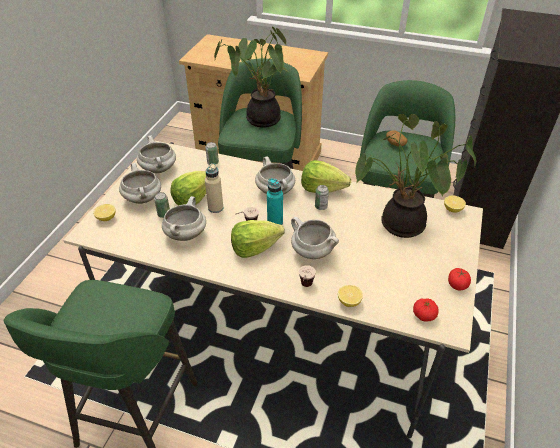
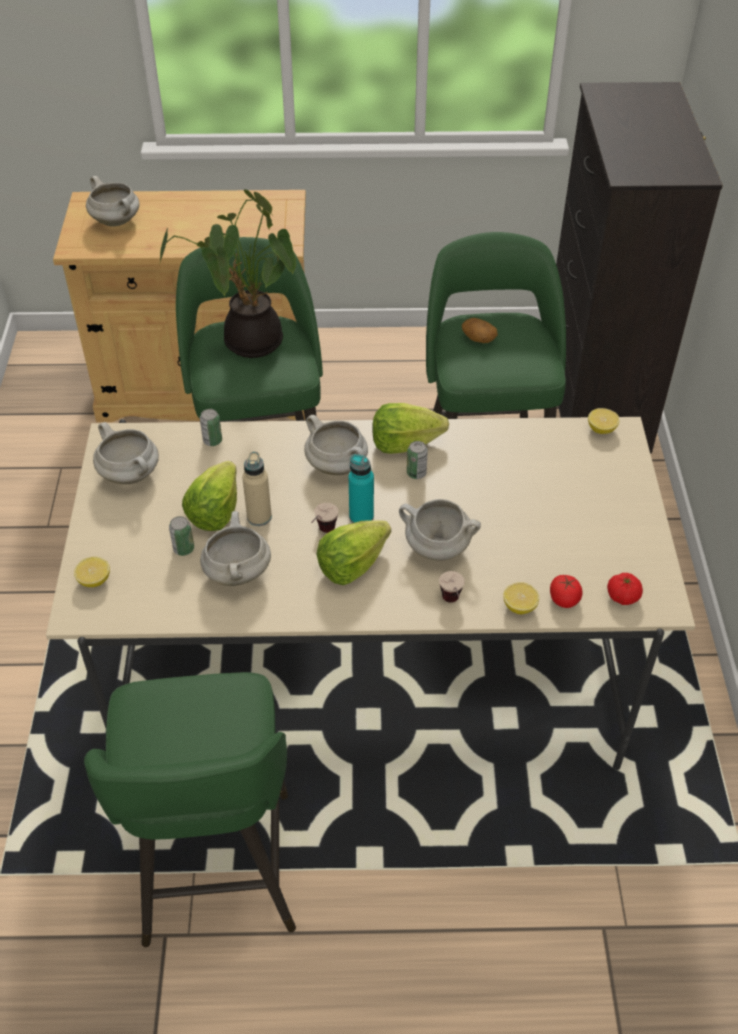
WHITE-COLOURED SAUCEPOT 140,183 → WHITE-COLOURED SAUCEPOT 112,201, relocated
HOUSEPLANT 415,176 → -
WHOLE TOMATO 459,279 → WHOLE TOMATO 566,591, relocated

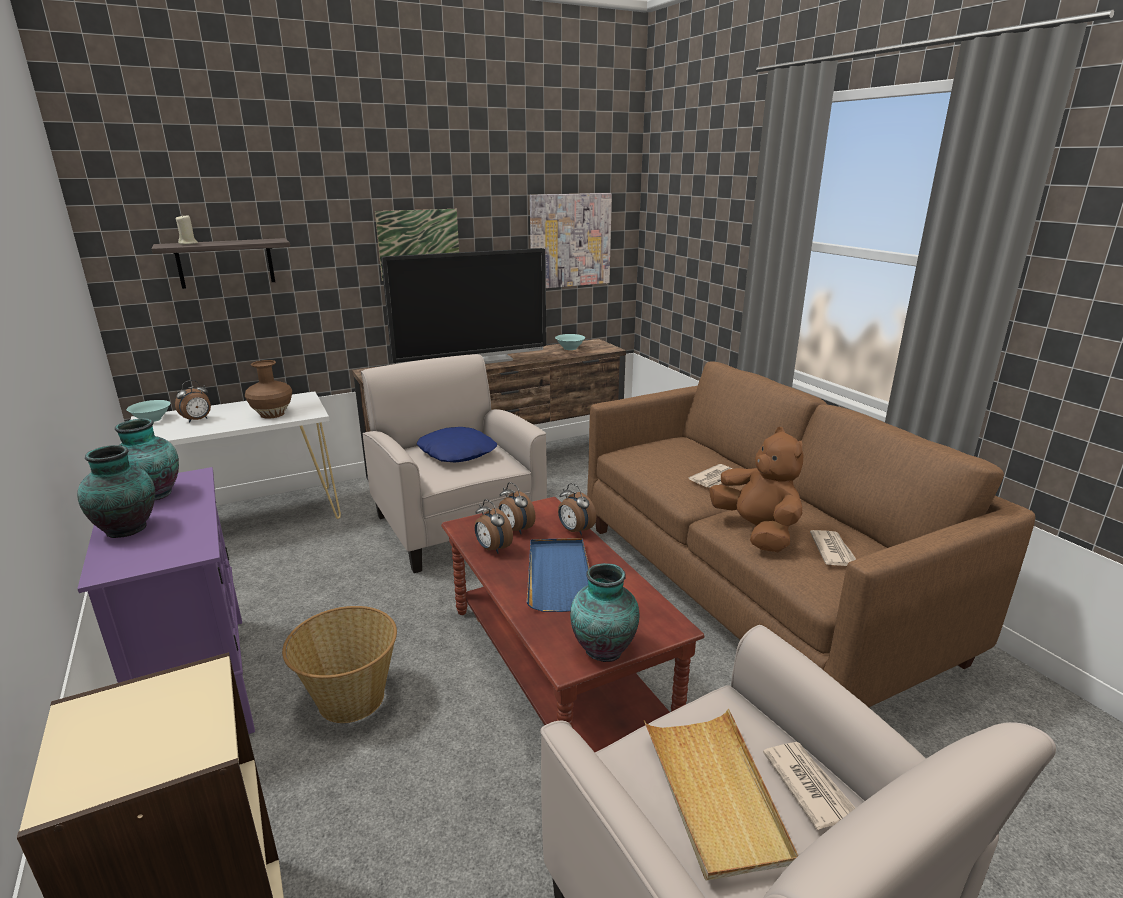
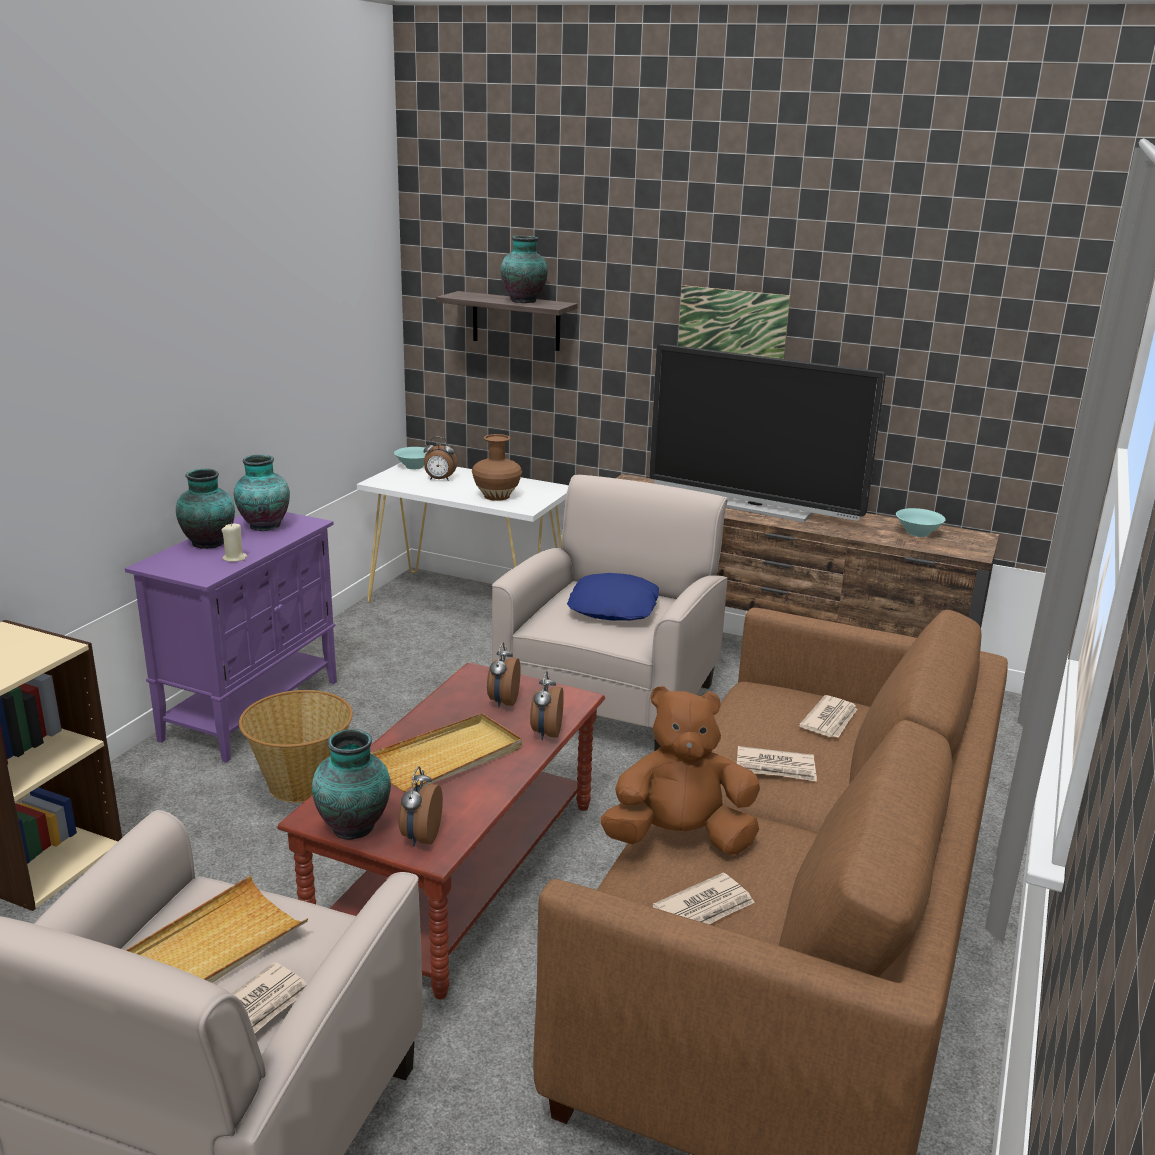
BEIGE CANDLE 187,229 → BEIGE CANDLE 234,542, relocated
TABLE CLOCK 494,526 → TABLE CLOCK 420,806, relocated
BLUISH TRAY 558,575 → BEIGE TRAY 446,752
WALL ART 571,240 → -
BROWN PLUSH TOY 756,489 → BROWN PLUSH TOY 680,770, 120 degrees counterclockwise
- → DECORATIVE VASE 524,269
- → NEWSPAPER 828,716

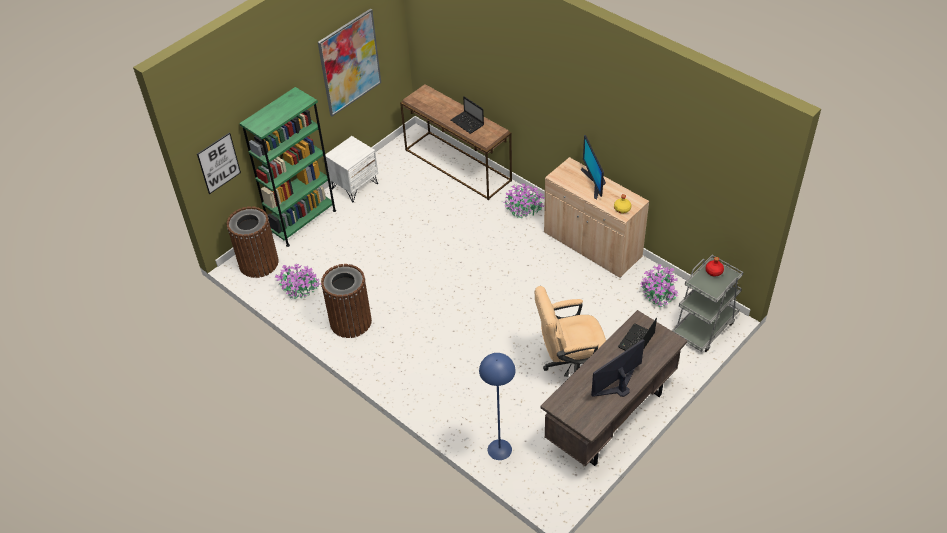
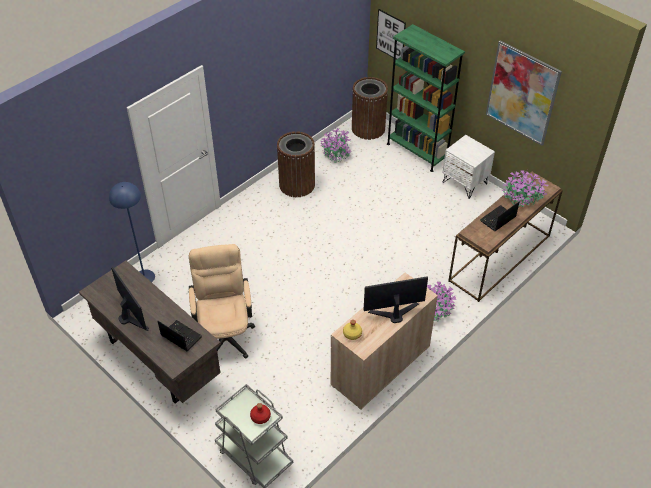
HOUSEPLANT 659,285 → HOUSEPLANT 525,188, relocated

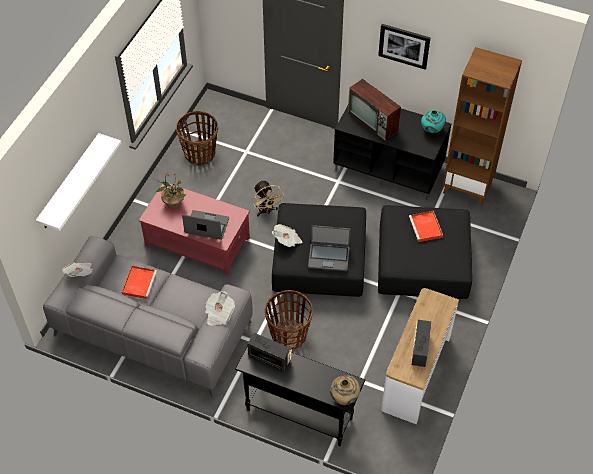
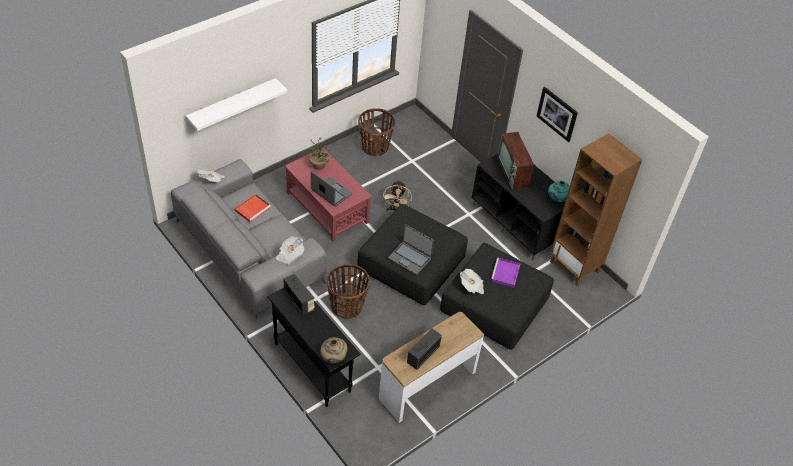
NEWSPAPER 287,235 → NEWSPAPER 472,281, relocated
RED-COLOURED TRAY 426,226 → PURPLISH TRAY 506,272

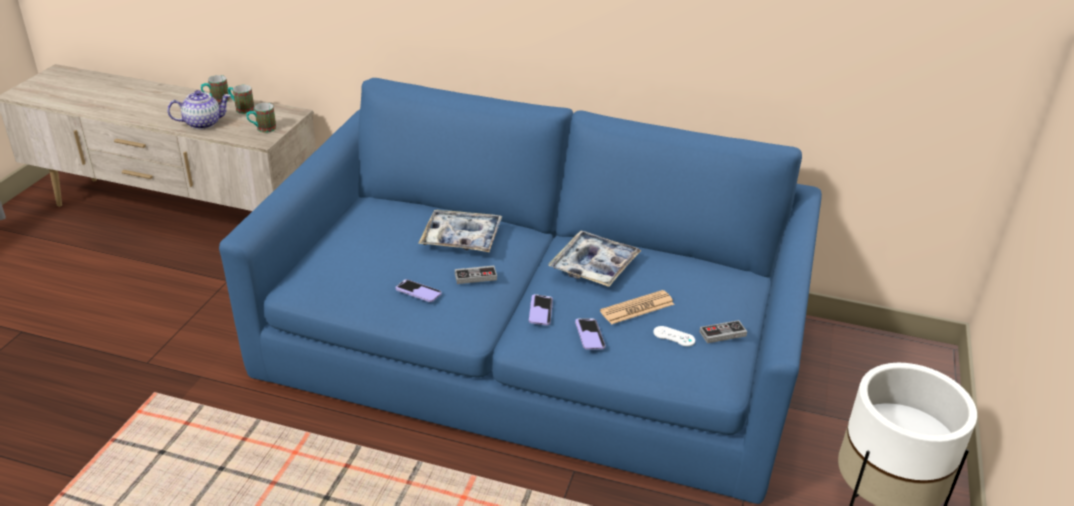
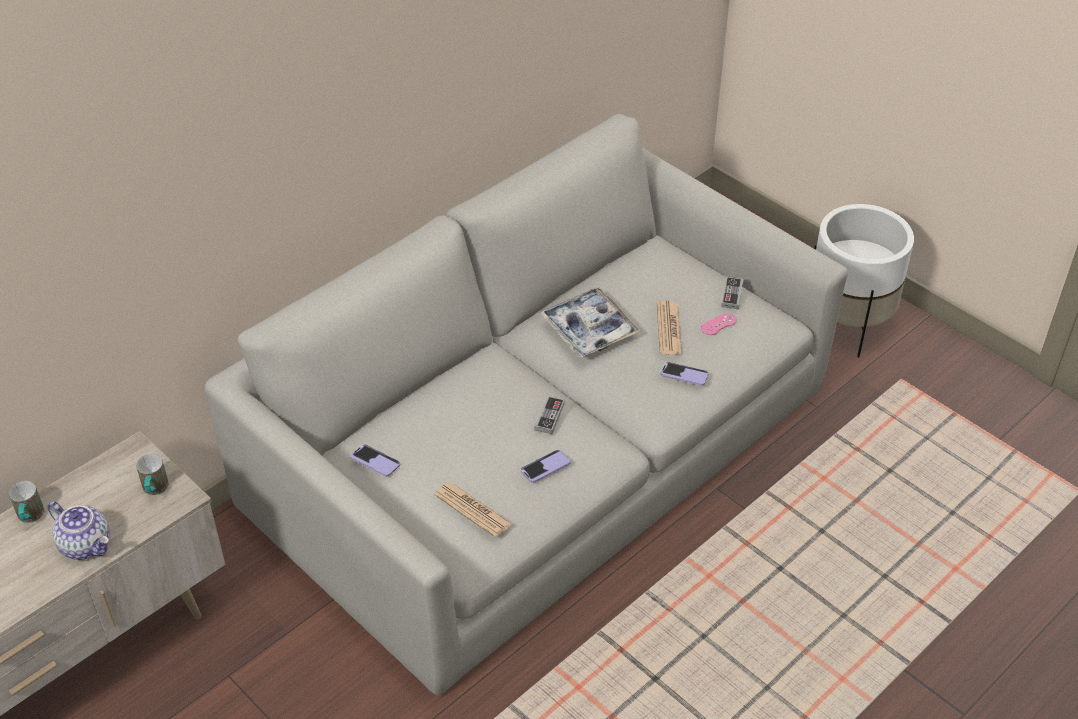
TEA POT 199,109 → TEA POT 78,530, 120 degrees clockwise
BLUISH SETTEE 520,291 → GREYISH SETTEE 526,404
TEA MUG 241,99 → -
TRAY 460,231 → -
PHONE 541,310 → PHONE 375,460, relocated
WHITE-COLOURED JOYPAD 674,336 → PINK JOYPAD 718,324
- → NEWSPAPER 472,510

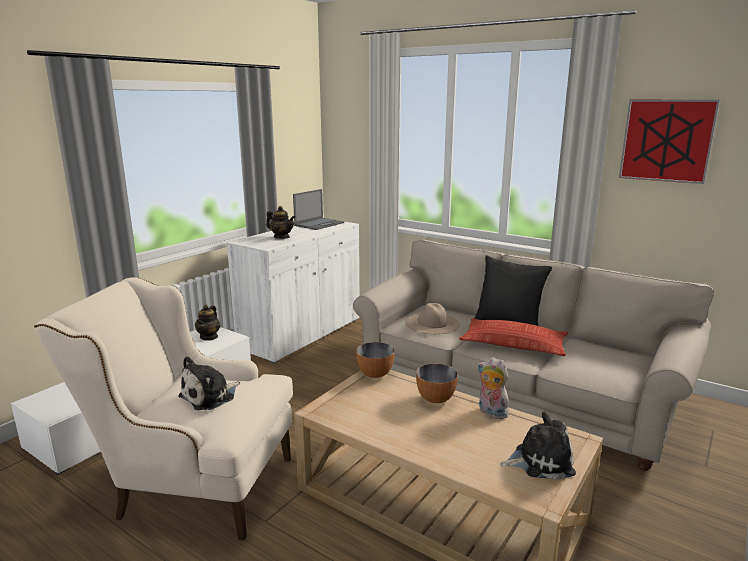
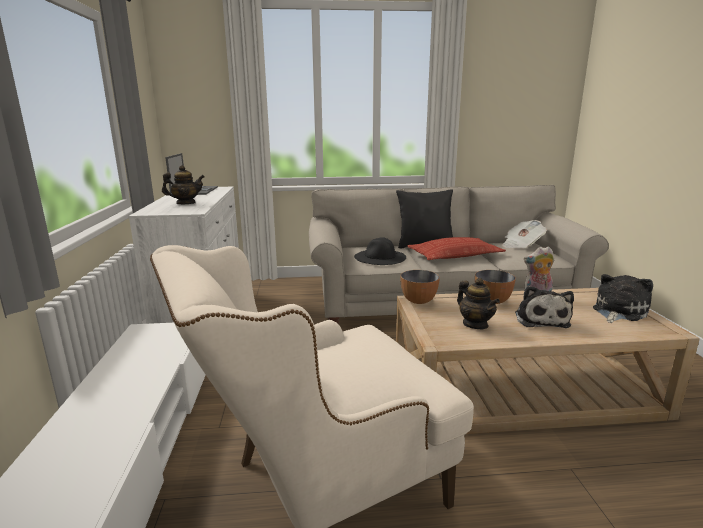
PLUSH TOY 209,383 → PLUSH TOY 544,307, relocated
TEA POT 208,323 → TEA POT 478,303, relocated
BEIGE WEARABLE HAT 432,318 → BLACK WEARABLE HAT 380,251
WALL ART 669,142 → -
- → NEWSPAPER 524,234

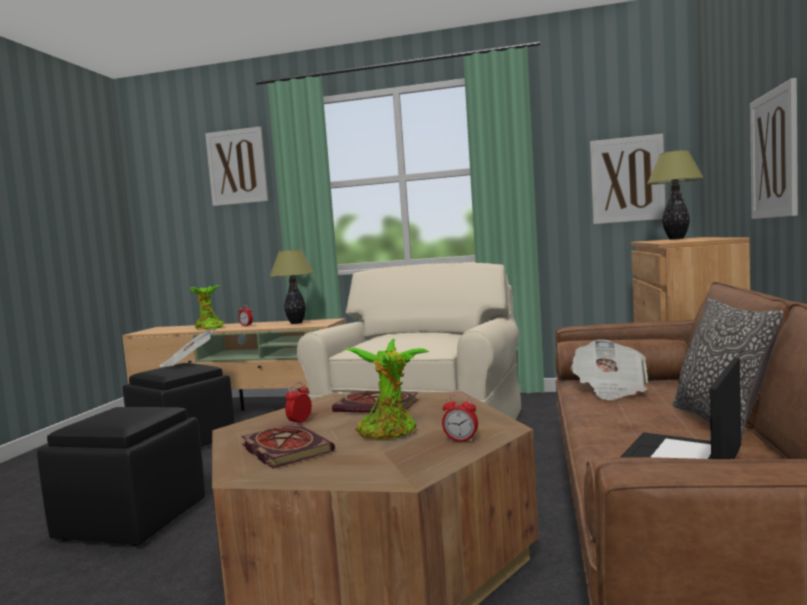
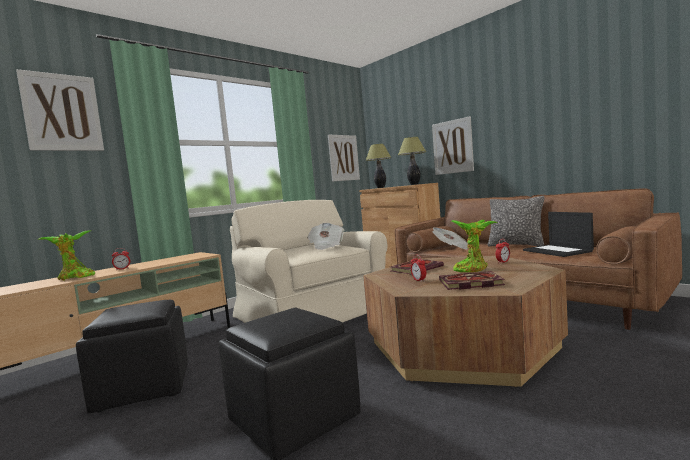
NEWSPAPER 186,348 → NEWSPAPER 325,236, relocated
TABLETOP LAMP 292,287 → TABLETOP LAMP 412,161, relocated

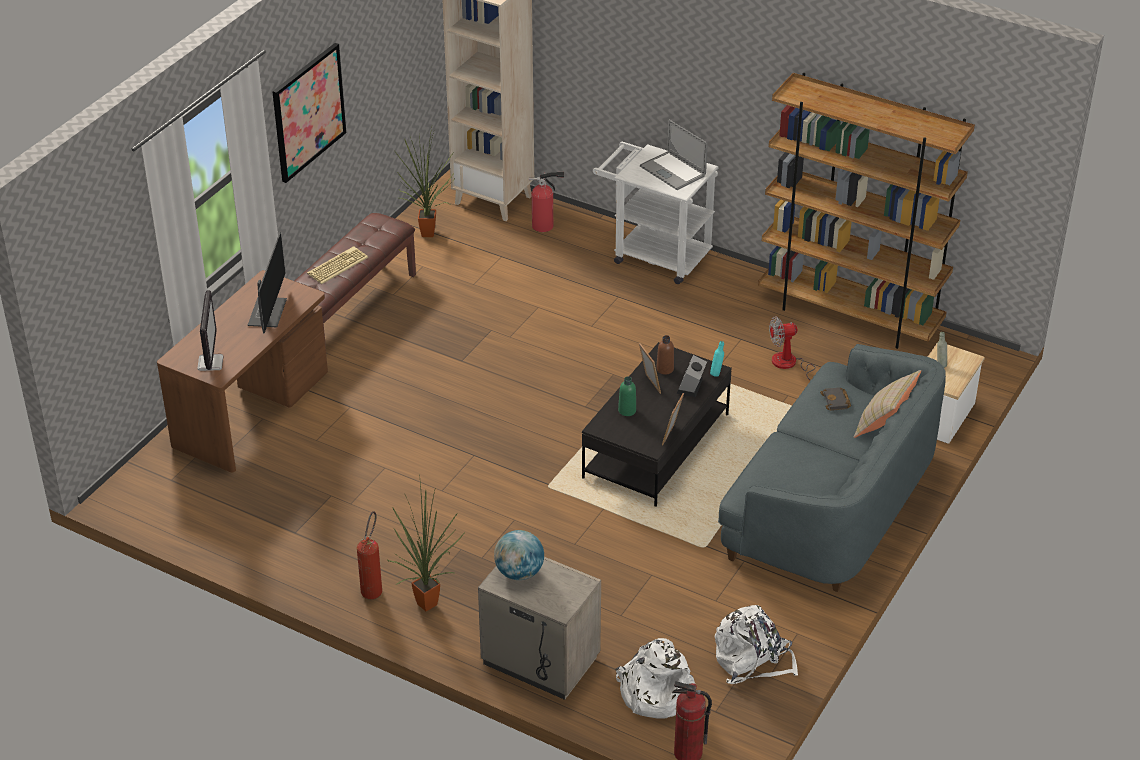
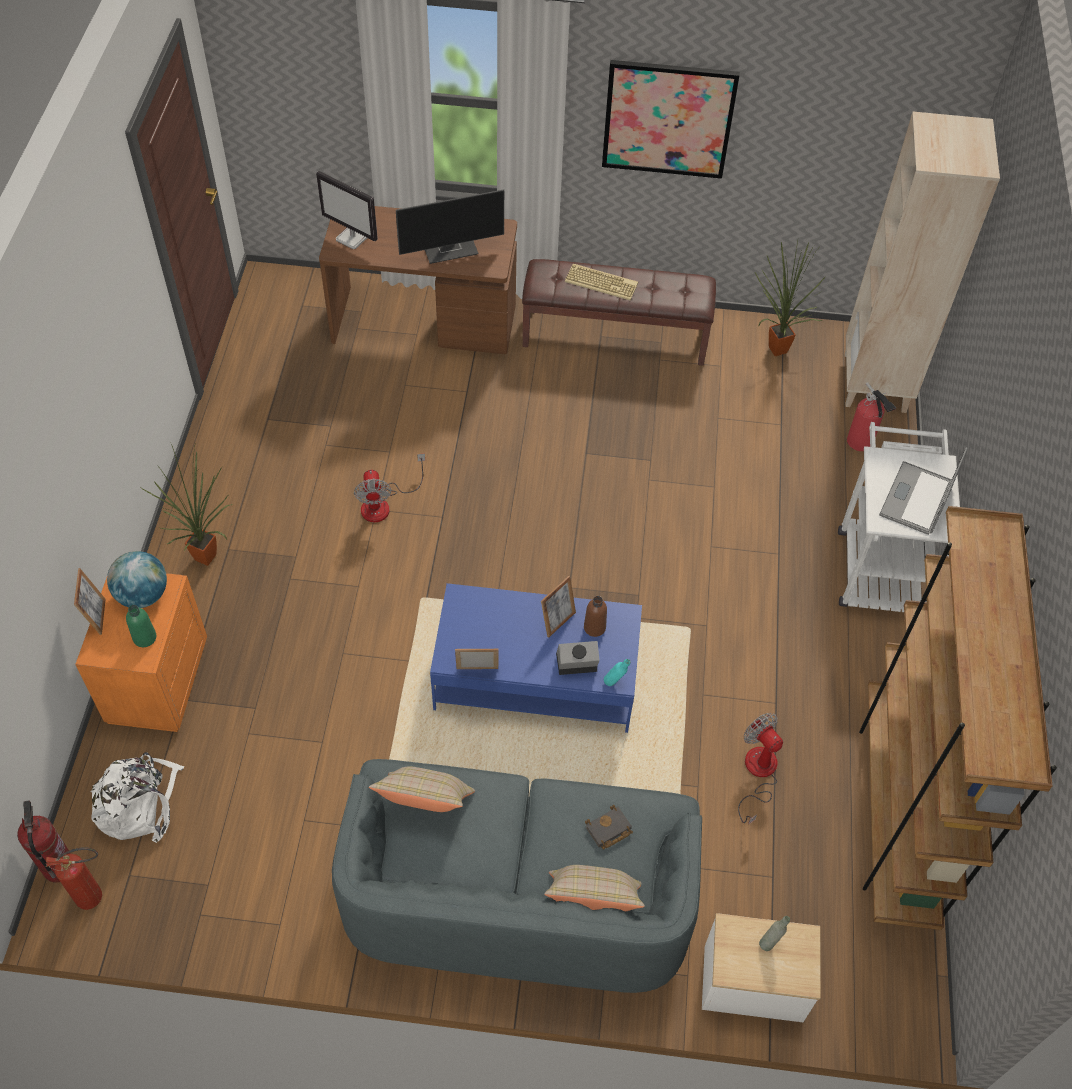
MONITOR 210,330 → MONITOR 347,210, 60 degrees clockwise
EXTINGUISHER 369,555 → EXTINGUISHER 74,878, relocated
BEIGE BEDSIDE TABLE 539,628 → ORANGE-COLOURED BEDSIDE TABLE 141,652
BLACK LOW TABLE 657,424 → BLUISH LOW TABLE 536,658
GREENISH BEVERAGE BOTTLE 627,396 → GREENISH BEVERAGE BOTTLE 141,626, relocated
WHITE-COLOURED KNAPSACK 756,644 → -
- → PICTURE FRAME 90,601
- → COOLING FAN 389,488
- → BEIGE CUSHION 422,789

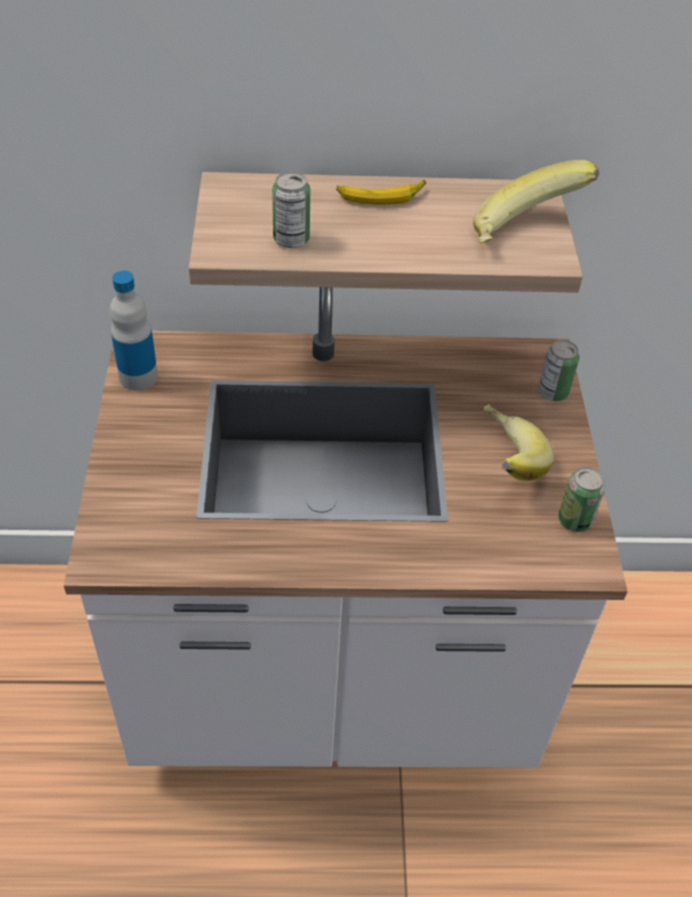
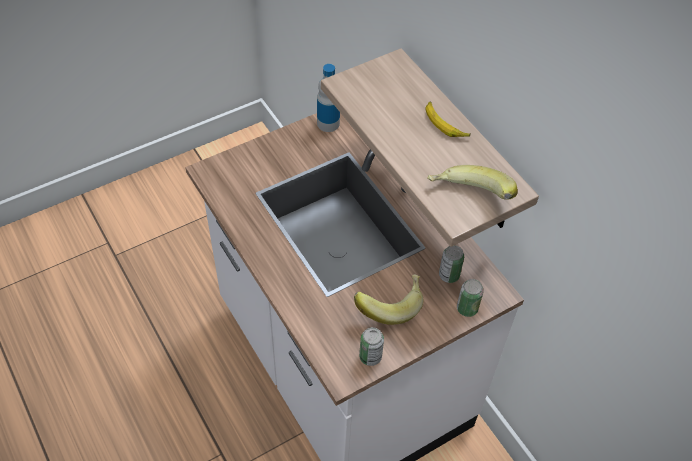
SEALED CAN 291,210 → SEALED CAN 451,264, relocated

